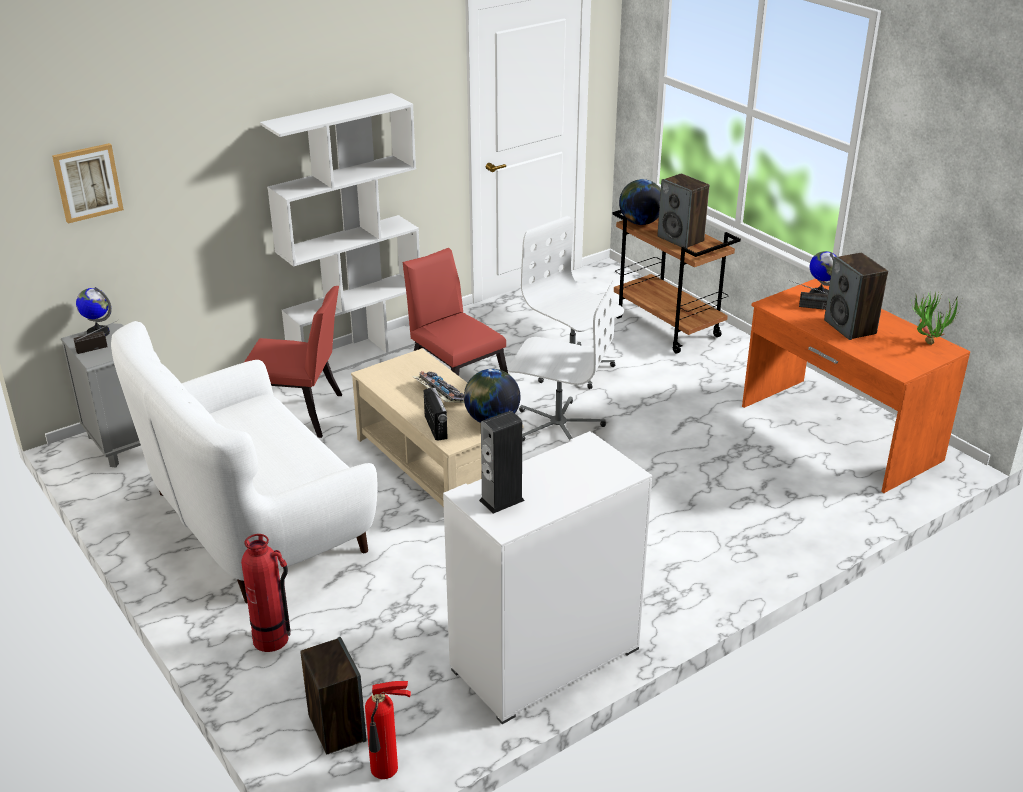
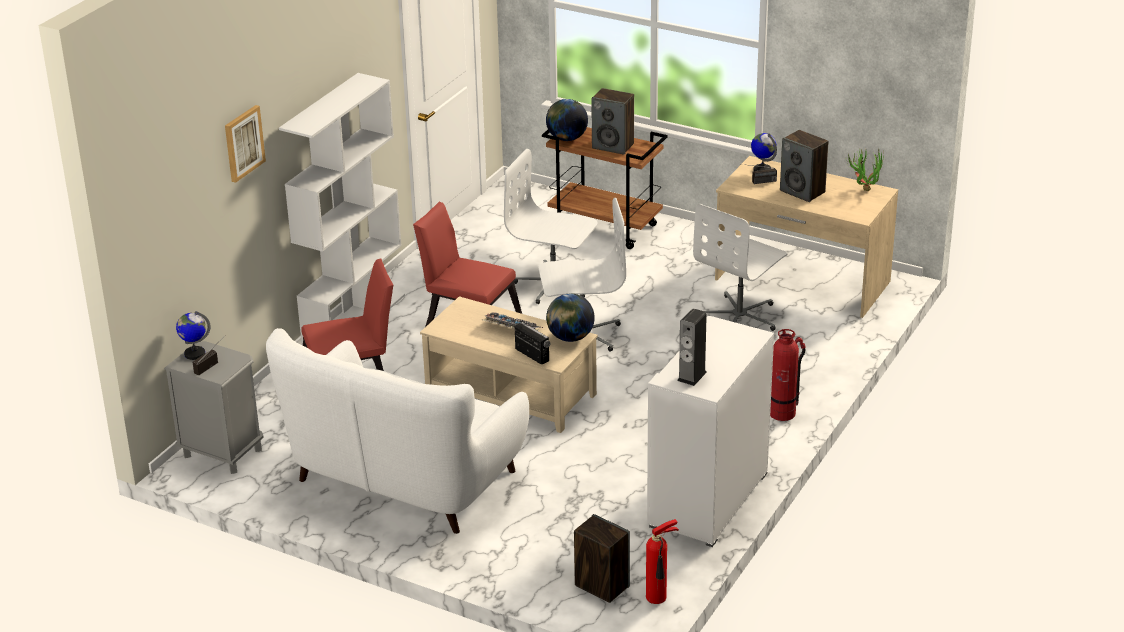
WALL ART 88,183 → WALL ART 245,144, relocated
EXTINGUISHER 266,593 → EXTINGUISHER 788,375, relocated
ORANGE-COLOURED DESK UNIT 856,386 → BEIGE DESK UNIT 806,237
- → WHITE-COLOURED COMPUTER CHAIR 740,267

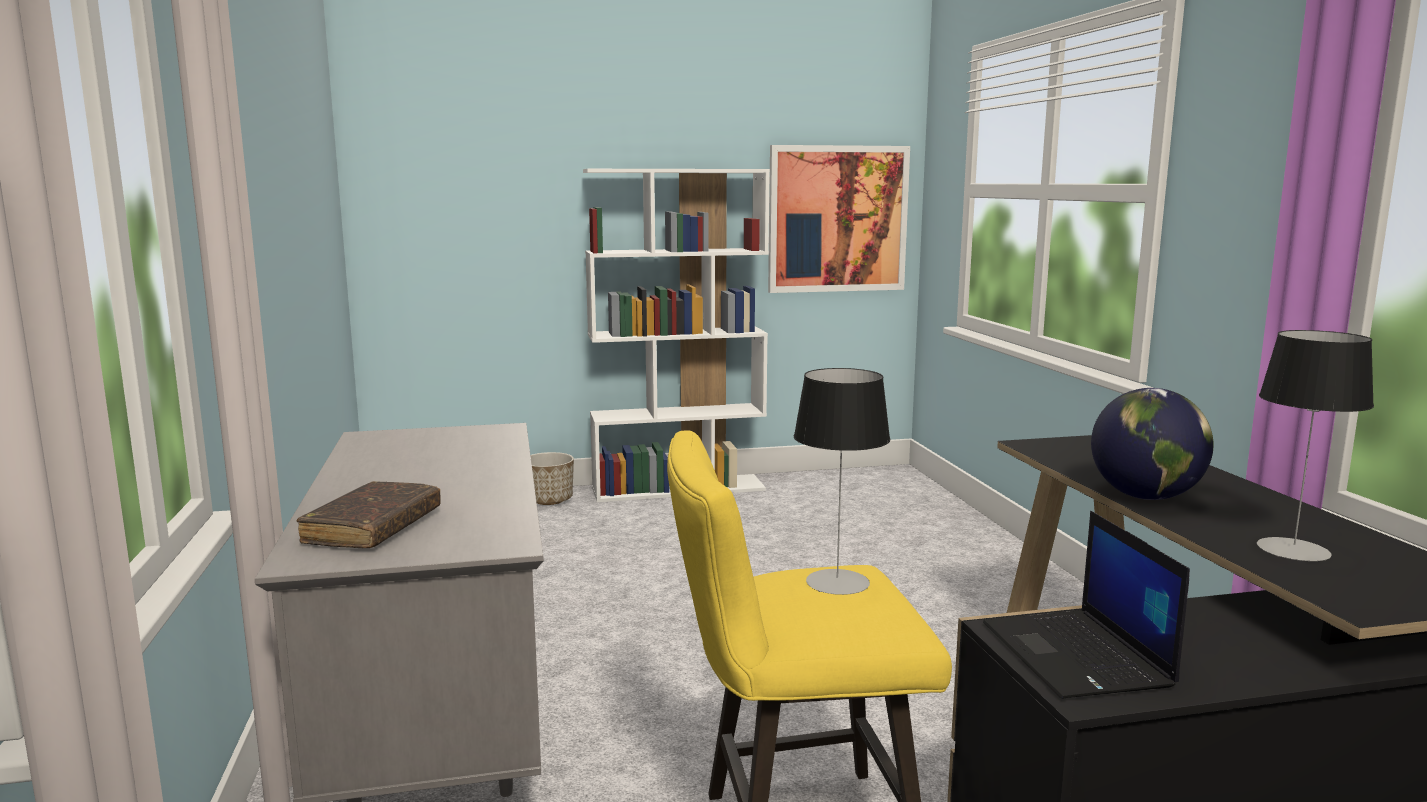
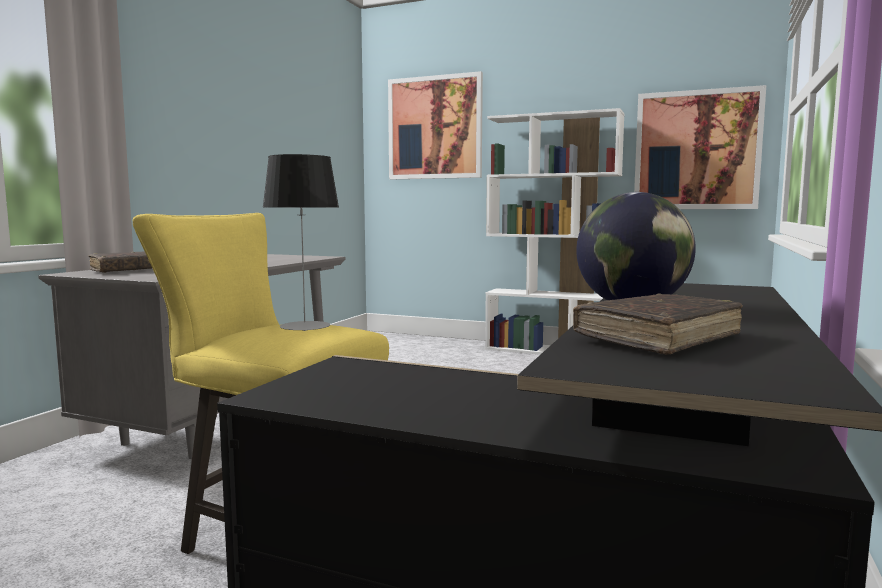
PLANT POT 552,478 → -
NOTEBOOK COMPUTER 1086,605 → -
TABLETOP LAMP 1315,445 → BROWN BOUND BOOK 658,324
- → WALL ART 435,125

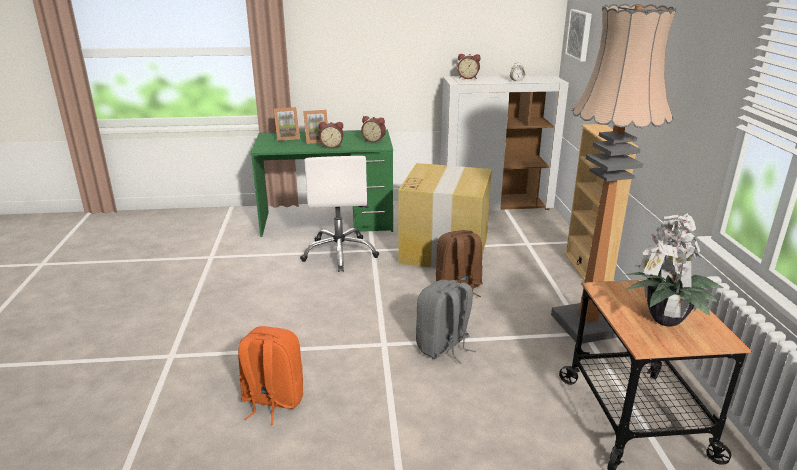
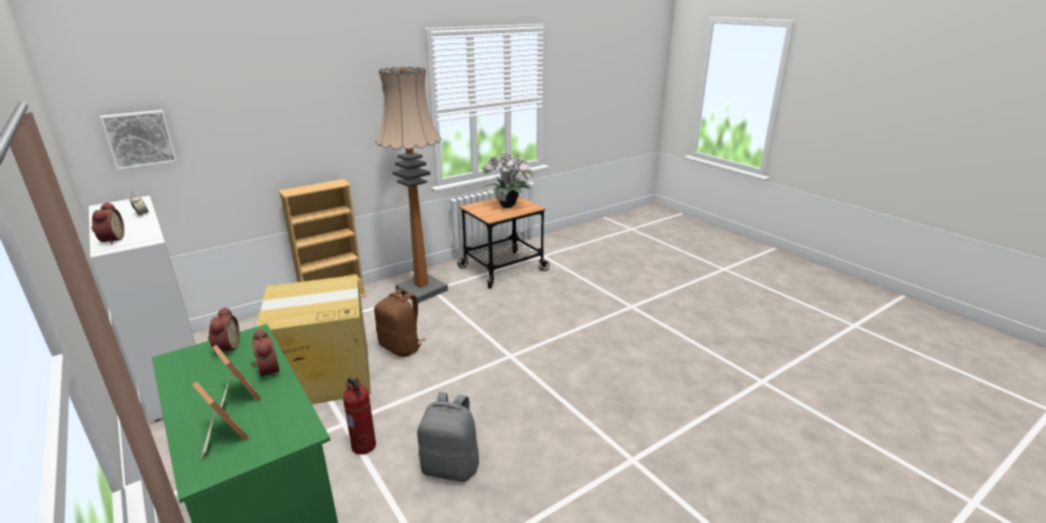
ORANGE-COLOURED KNAPSACK 270,375 → -
WHITE-COLOURED COMPUTER CHAIR 339,214 → EXTINGUISHER 359,416
GREYISH KNAPSACK 446,322 → GREYISH KNAPSACK 448,437, relocated

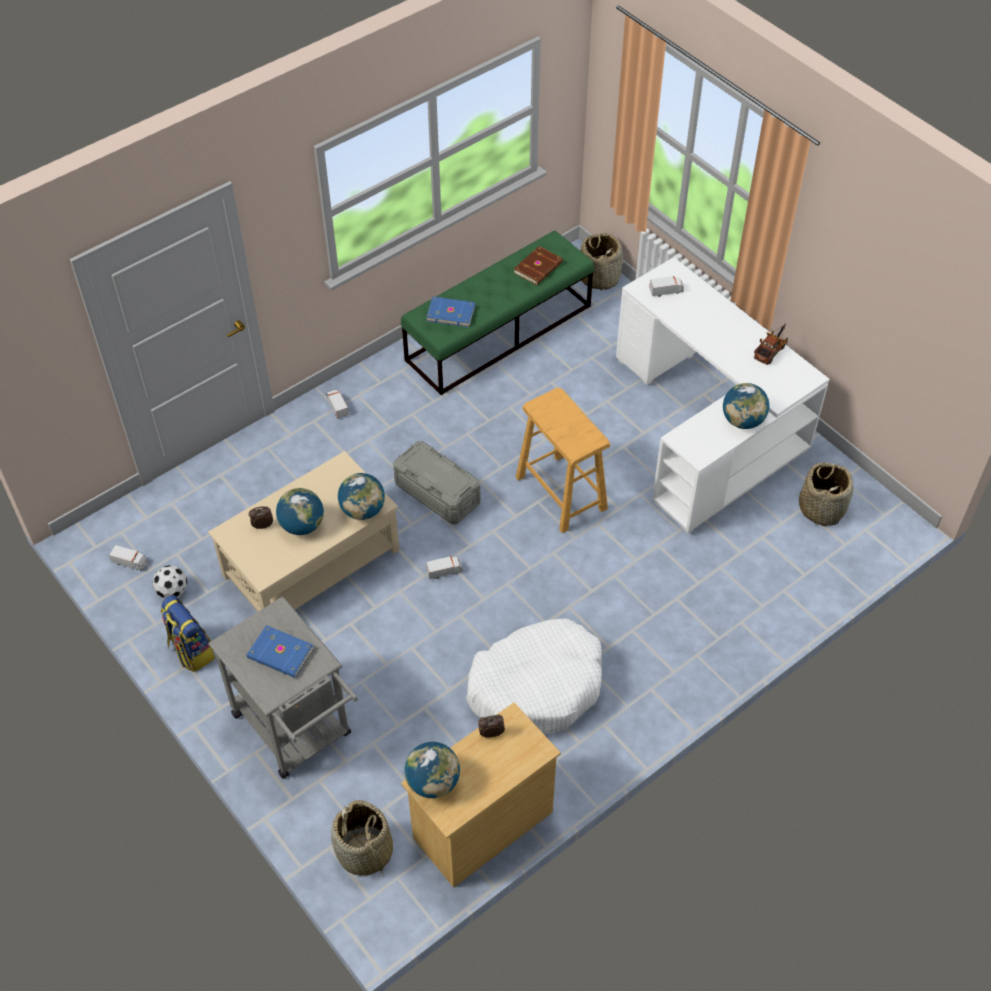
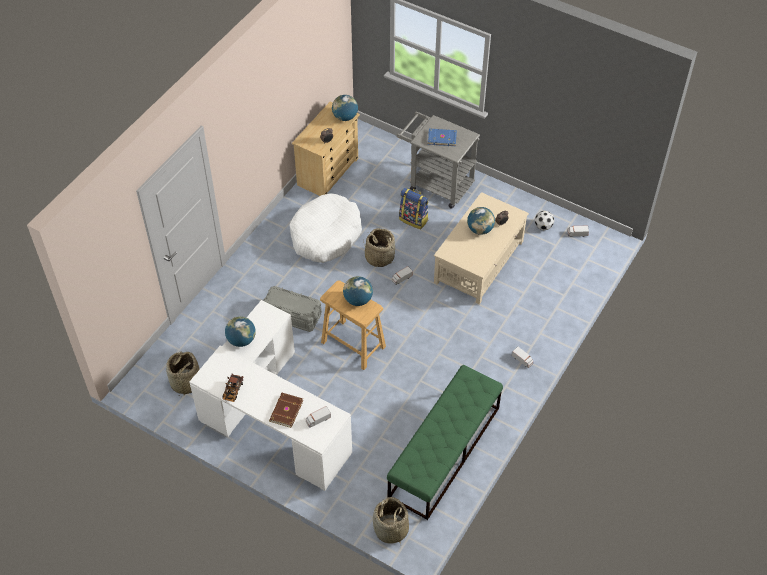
KNAPSACK 187,633 → KNAPSACK 414,208, relocated
STORAGE BASKET 362,838 → STORAGE BASKET 379,247, relocated
DESK GLOBE 361,496 → DESK GLOBE 358,291, relocated
GREYISH STORAGE BOX 437,482 → GREYISH STORAGE BOX 292,309, relocated
BLUISH BOUND BOOK 450,312 → -
BROWN BOUND BOOK 538,265 → BROWN BOUND BOOK 286,410, relocated

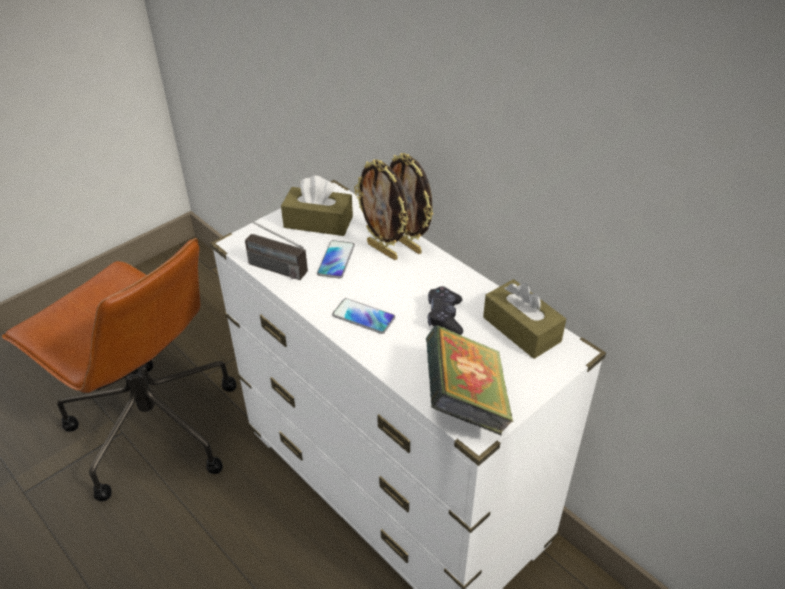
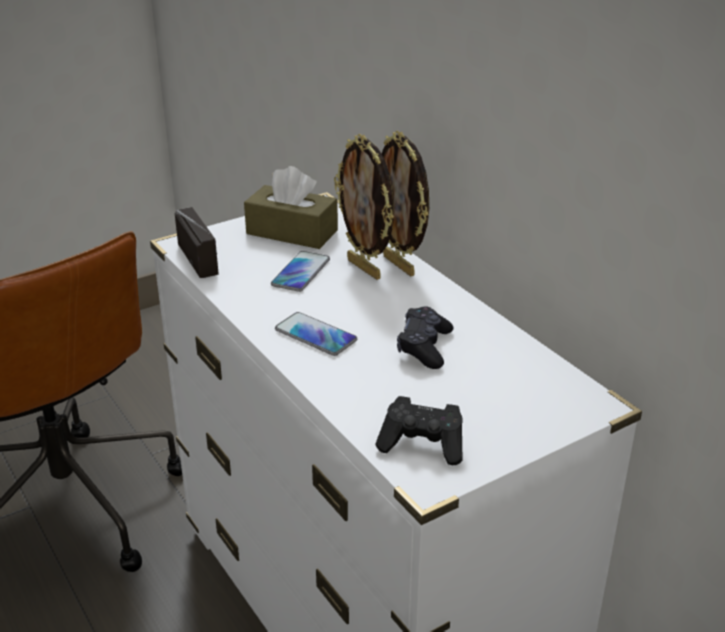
RADIO 264,242 → RADIO 197,242, 150 degrees counterclockwise
BOUND BOOK 470,380 → BLACK JOYPAD 419,430
BROWN TISSUE HOLDER 524,319 → -

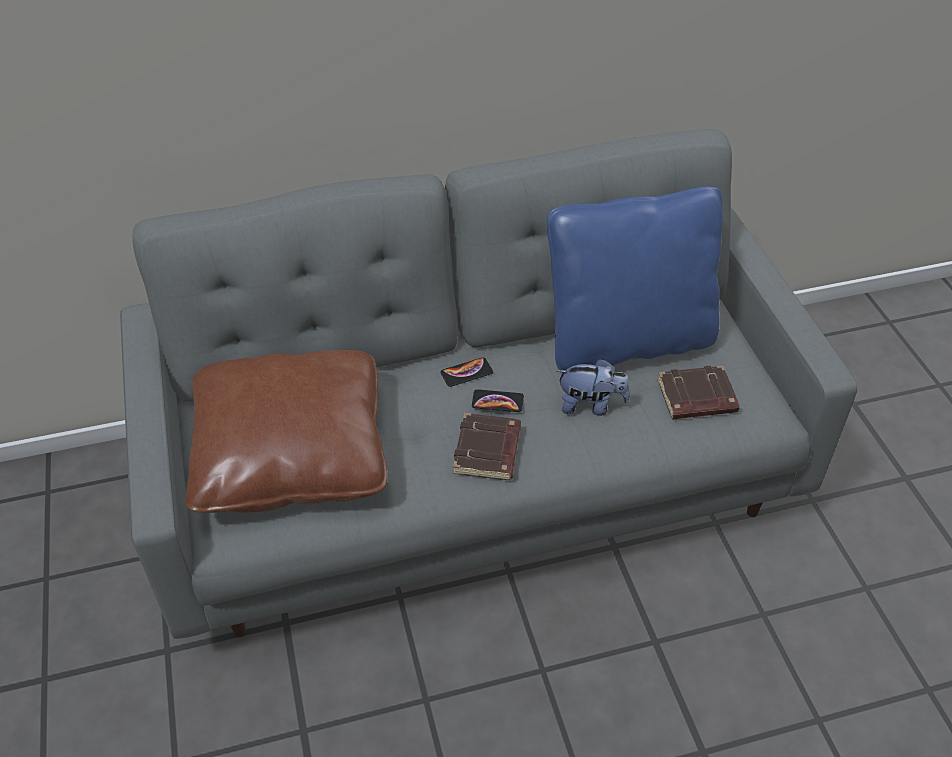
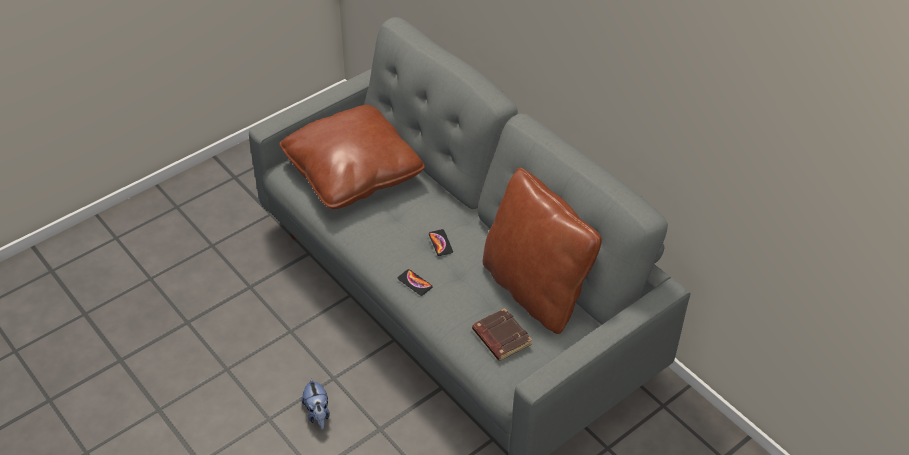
PHONE 466,372 → PHONE 415,282, relocated
BROWN BOUND BOOK 487,446 → -
BLUISH CUSHION 635,279 → BROWN CUSHION 542,251
PLUSH TOY 593,387 → PLUSH TOY 315,403, relocated

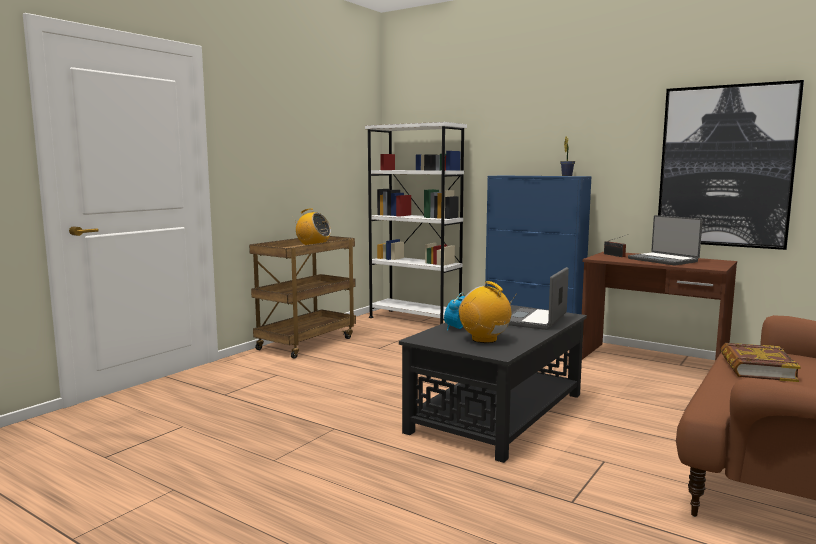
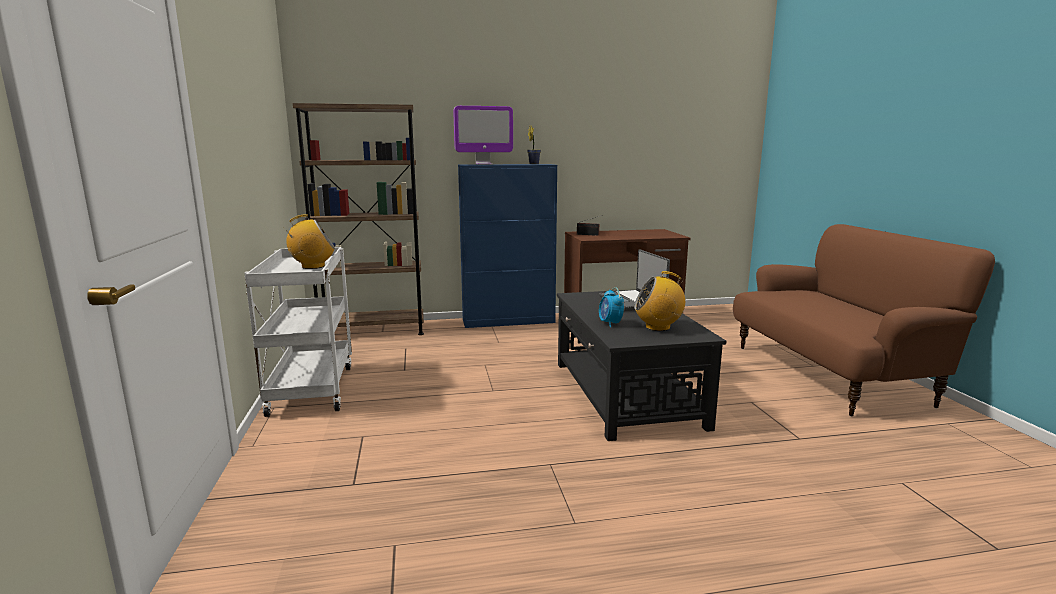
BROWN TROLLEY 302,297 → WHITE-COLOURED TROLLEY 298,332
WHITE-COLOURED BOOKCASE 416,223 → BROWN BOOKCASE 358,219
NOTEBOOK COMPUTER 665,240 → -
WALL ART 731,165 → -
BOUND BOOK 761,362 → -
- → MONITOR 483,135

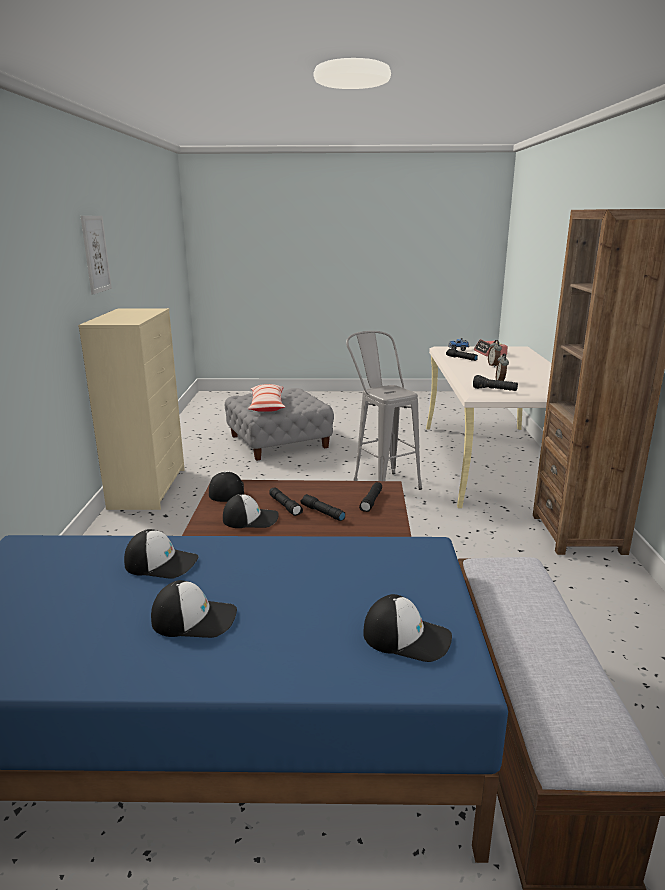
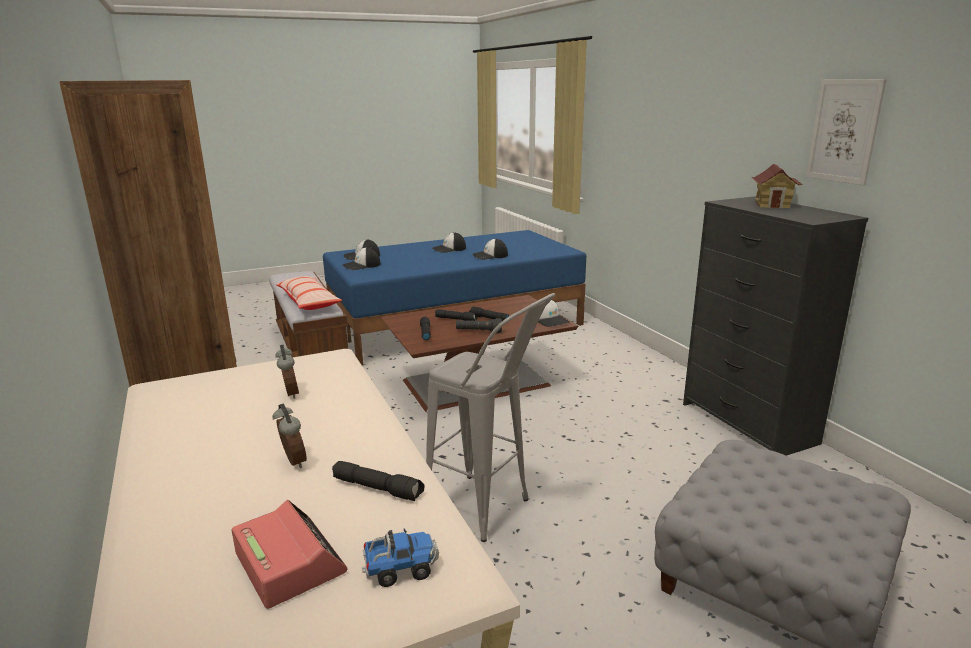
BEIGE DRAWER CHEST 131,409 → BLACK DRAWER CHEST 775,326
PEAKED CAP 251,511 → PEAKED CAP 362,258, relocated
CUSHION 266,398 → CUSHION 309,293, relocated
BLACK TORCH 495,383 → BLACK TORCH 479,325, relocated
- → MODEL HOUSE 777,186

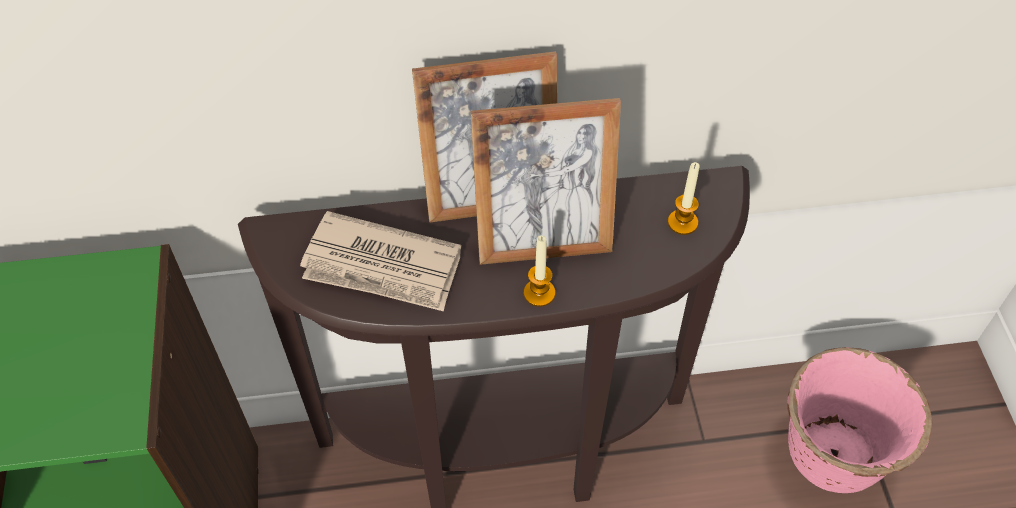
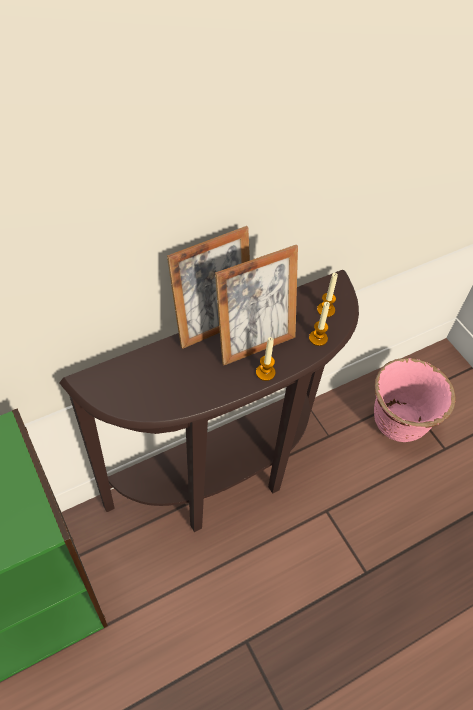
NEWSPAPER 380,261 → -
- → CANDLE 319,324

